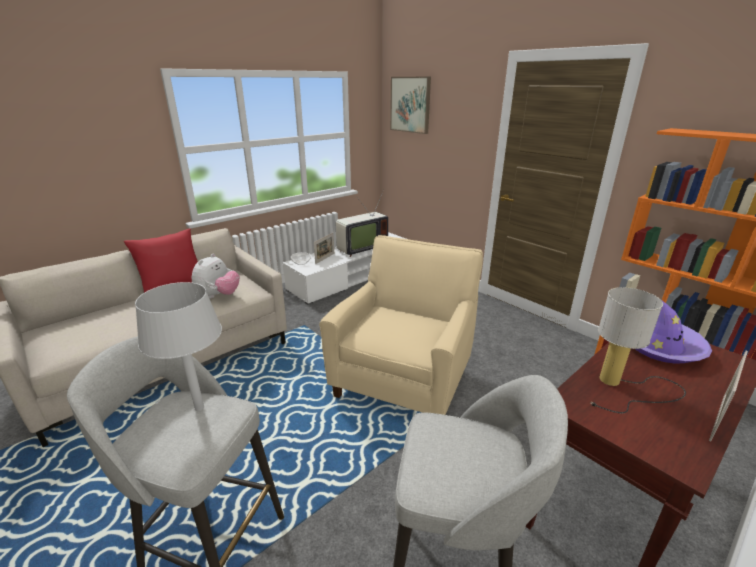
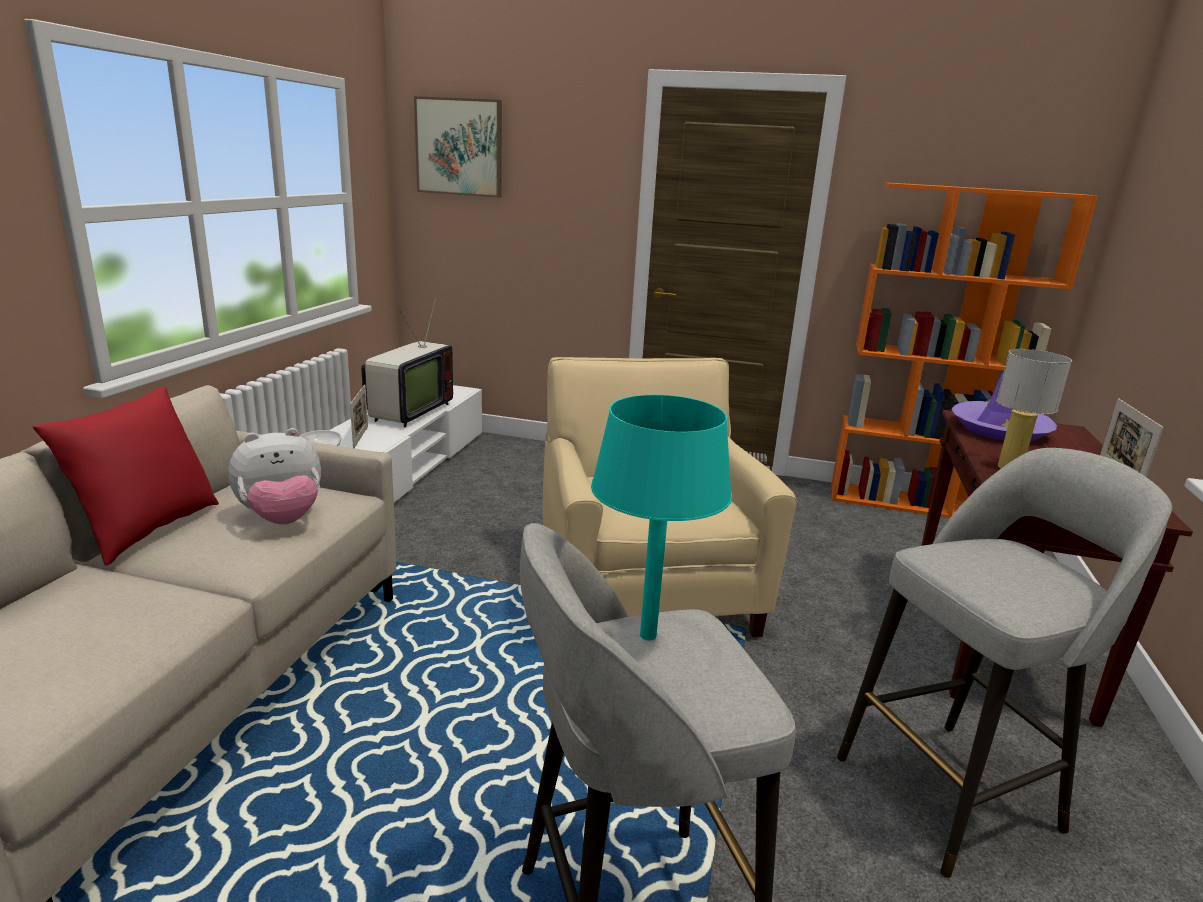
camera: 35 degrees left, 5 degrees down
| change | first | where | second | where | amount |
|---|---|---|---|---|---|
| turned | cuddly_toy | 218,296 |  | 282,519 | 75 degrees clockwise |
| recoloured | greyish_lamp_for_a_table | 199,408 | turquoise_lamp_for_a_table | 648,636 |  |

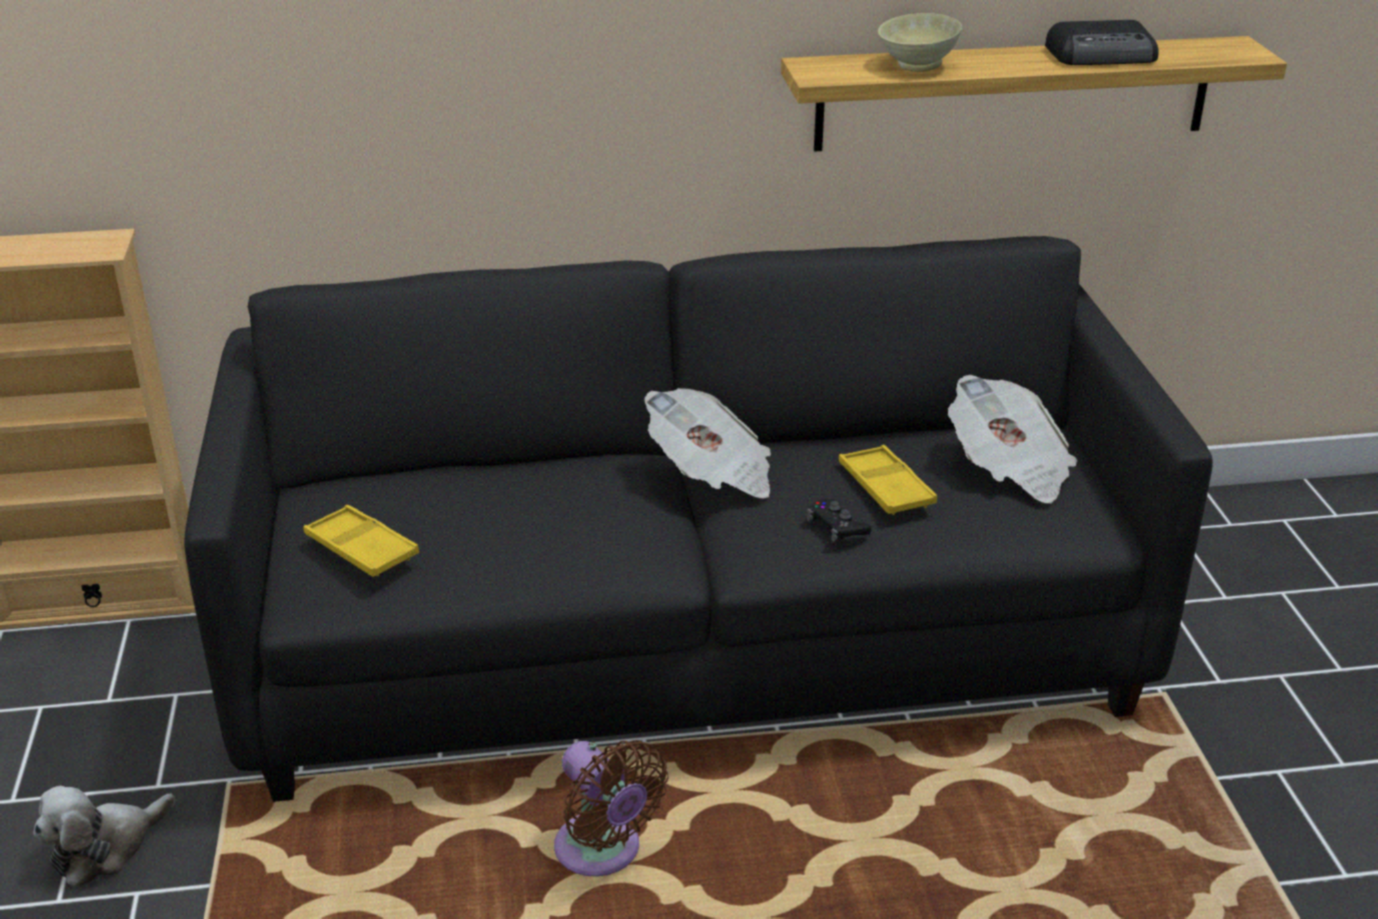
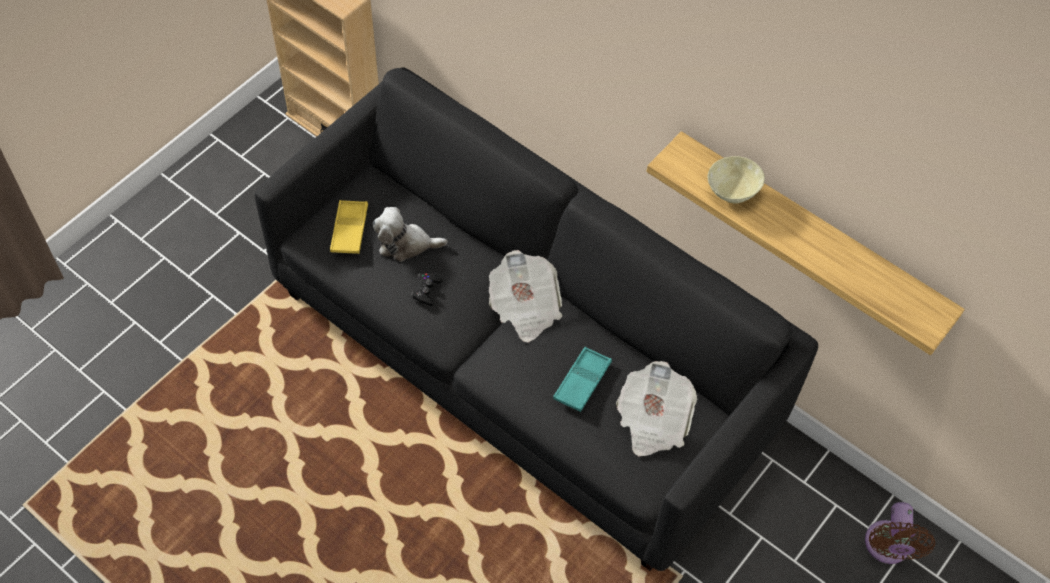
camera: 45 degrees right, 25 degrees up
| change | first | where | second | where | amount |
|---|---|---|---|---|---|
| removed | radio | 1103,55 |  |  |  |
| recoloured | yellowish_serving_tray | 885,487 | turquoise_serving_tray | 582,382 |  |
| moved | black_game_controller | 837,526 |  | 426,291 |  |
| moved | brown-coloured_fan | 602,853 |  | 887,547 |  |
| moved | cuddly_toy | 105,848 |  | 406,244 |  |

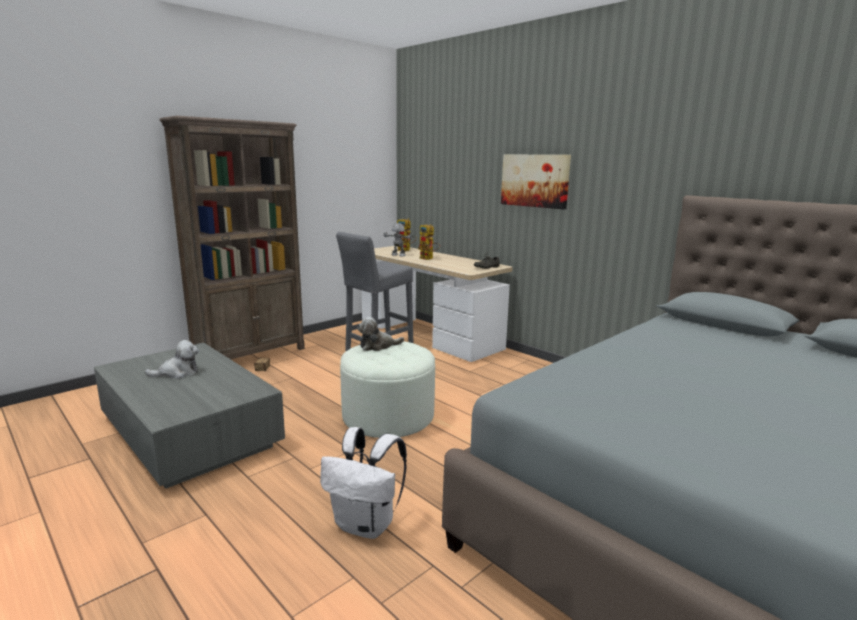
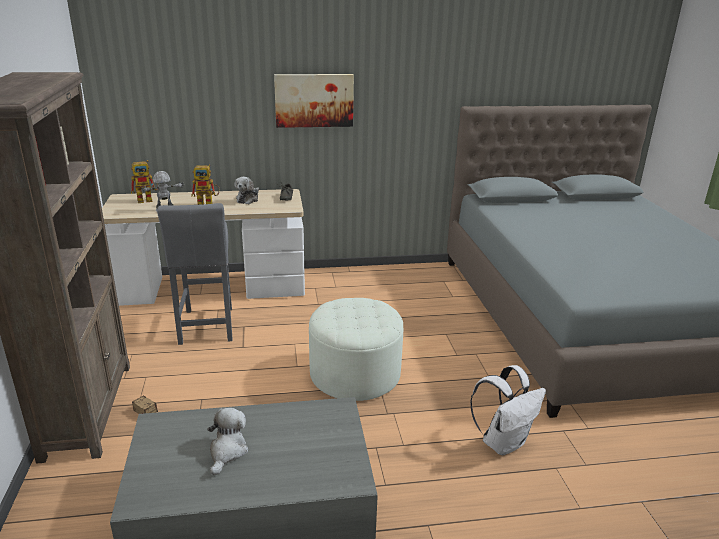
camera: 55 degrees left, 10 degrees up
| change | first | where | second | where | amount |
|---|---|---|---|---|---|
| moved | cuddly_toy | 378,346 |  | 248,199 |  |

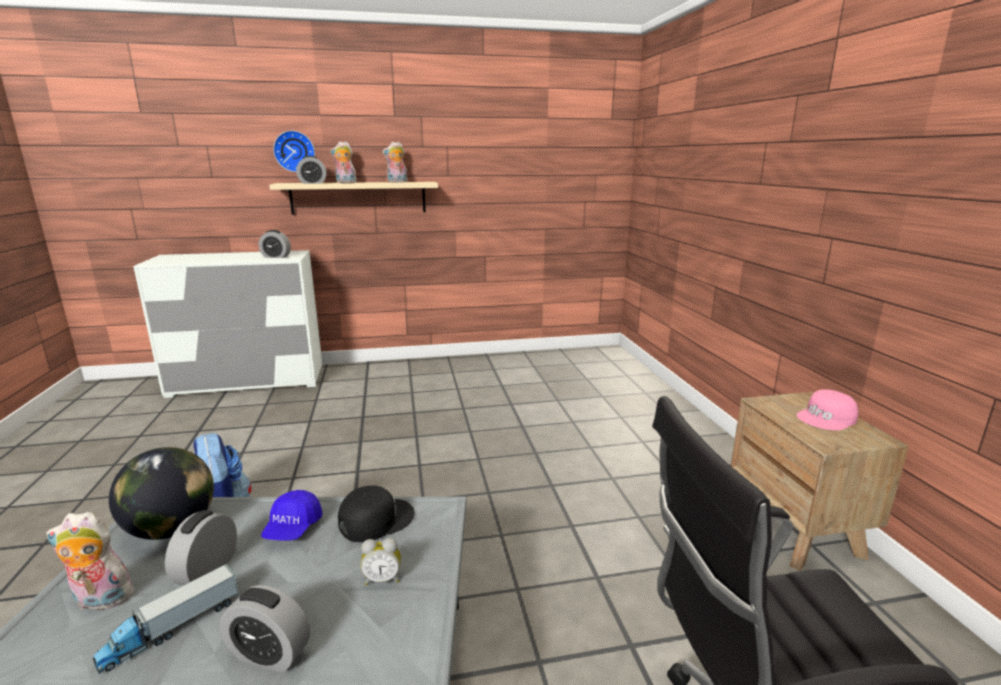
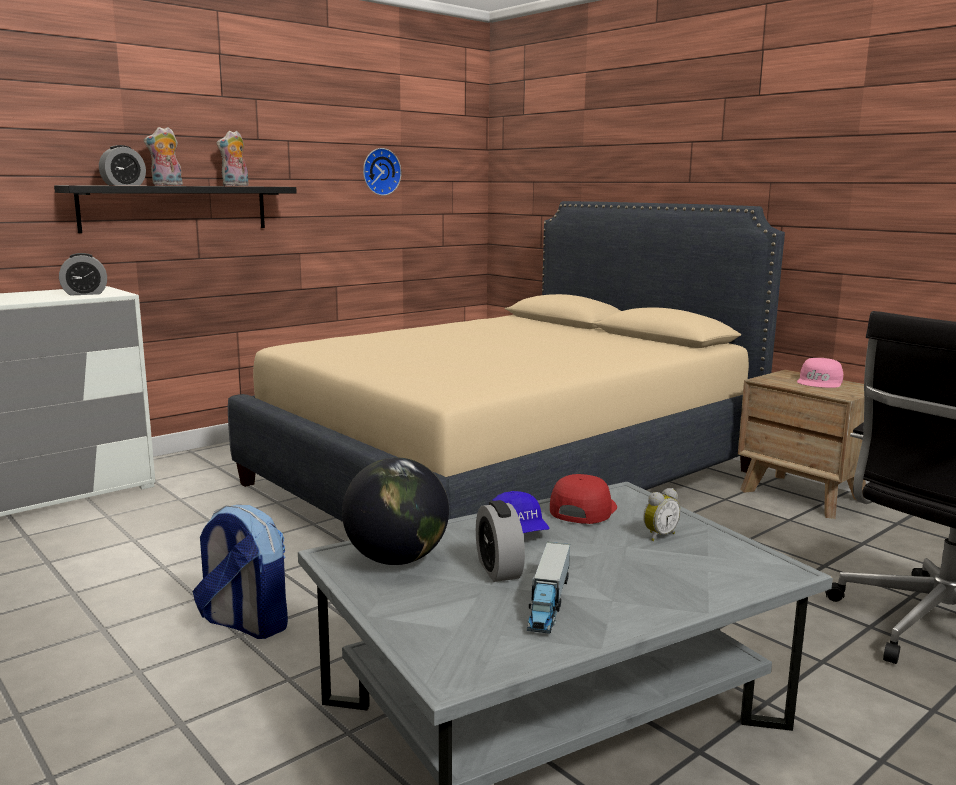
camera: 30 degrees left, 5 degrees down
| change | first | where | second | where | amount |
|---|---|---|---|---|---|
| moved | clock_on_the_wall | 294,151 |  | 380,171 |  |
| recoloured | beige_bracket_shelf | 358,198 | black_bracket_shelf | 176,208 |  |
| recoloured | black_peaked_cap | 375,519 | reddish_peaked_cap | 582,509 |  |
| removed | cuddly_toy | 100,601 |  |  |  |
| removed | table_clock | 269,654 |  |  |  |
| added |  |  | beige_bedroom_bed | 507,477 |  |

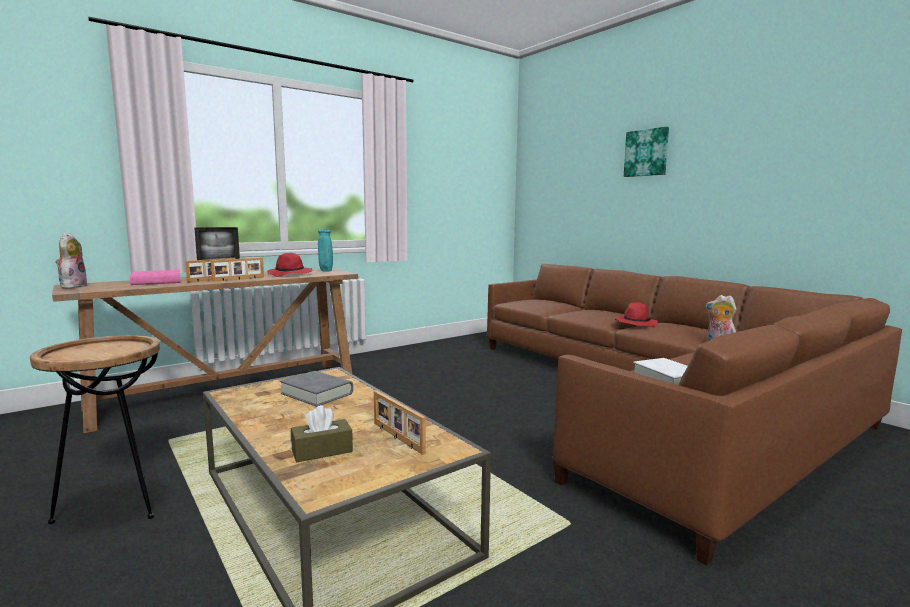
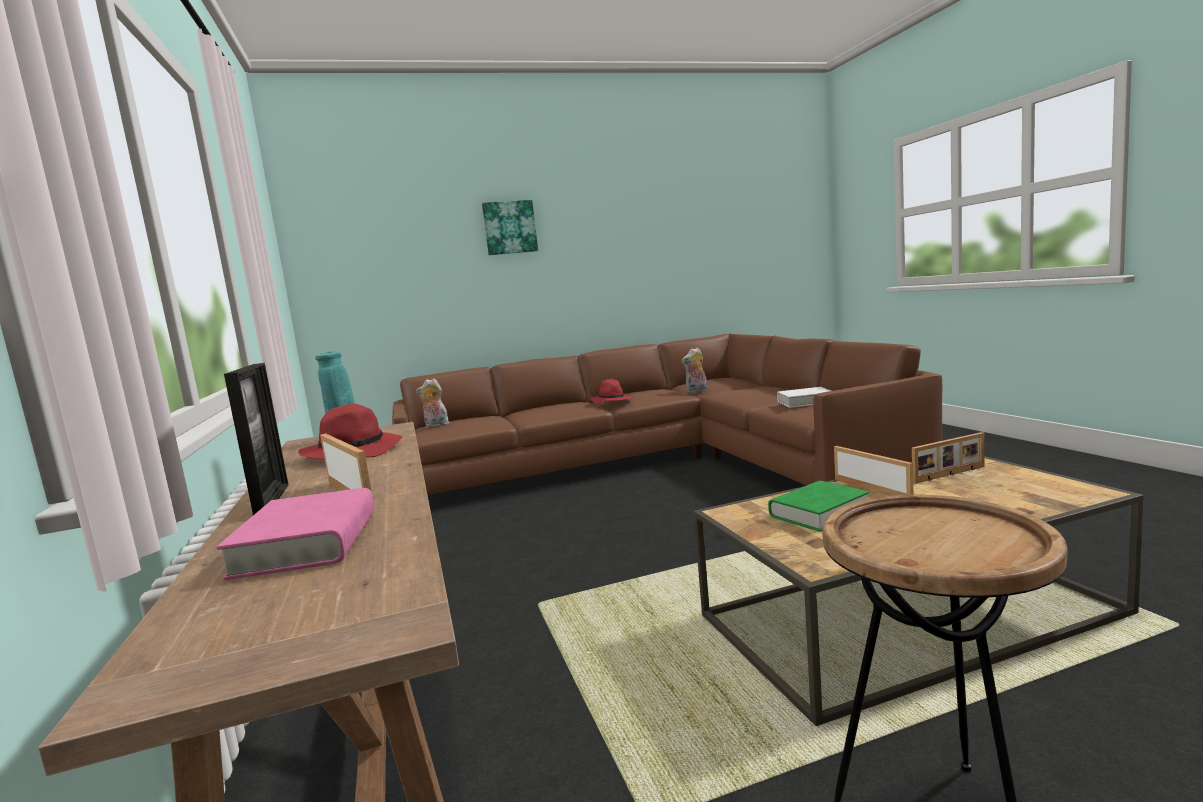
camera: 70 degrees left, 0 degrees up
| change | first | where | second | where | amount |
|---|---|---|---|---|---|
| moved | cuddly_toy | 73,286 |  | 435,425 |  |
| moved | picture_frame | 239,279 |  | 873,489 |  |
| recoloured | greyish_volume | 317,393 | greenish_volume | 819,513 |  |
| removed | brown-coloured_tissue_box | 322,451 |  |  |  |

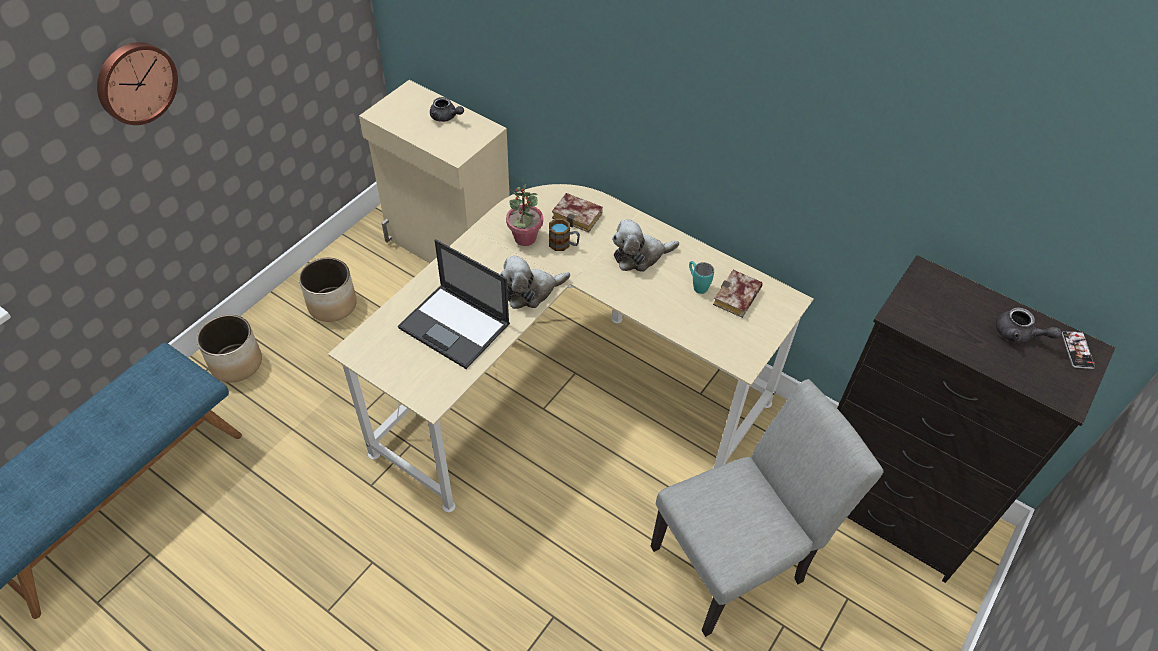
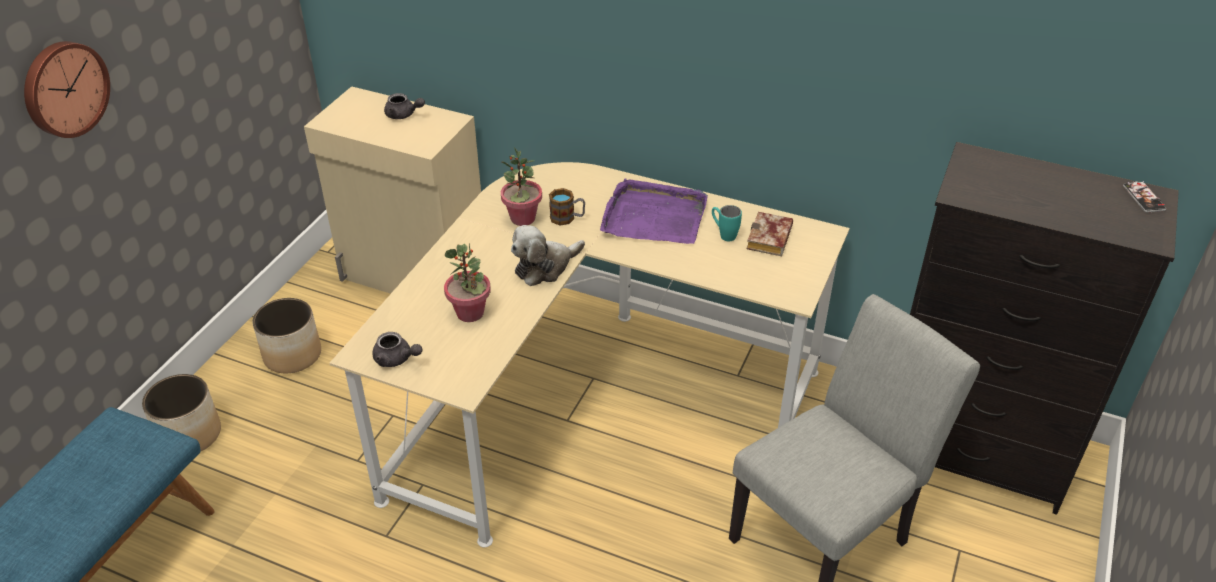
camera: 10 degrees left, 10 degrees down
| change | first | where | second | where | amount |
|---|---|---|---|---|---|
| removed | volume | 579,216 |  |  |  |
| replaced | cuddly_toy | 640,256 | purplish_serving_tray | 654,216 |  |
| replaced | laptop | 455,326 | plant_in_a_pot | 470,313 |  |
| moved | greyish_tea_pot | 1018,335 |  | 396,359 |  |

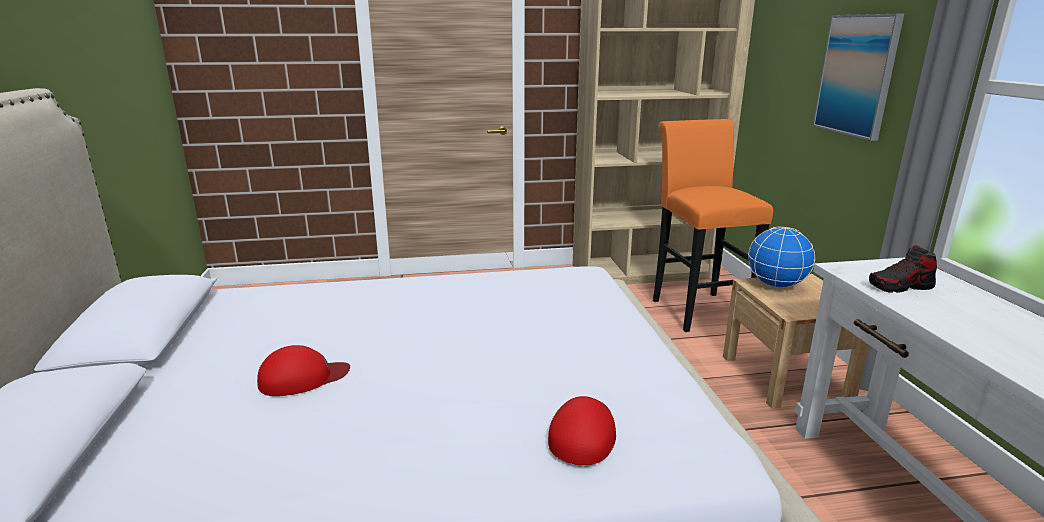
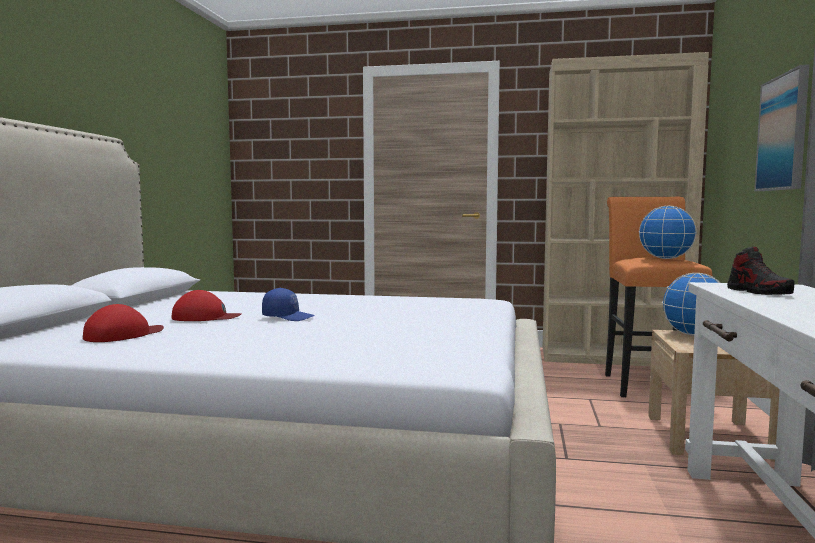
camera: 20 degrees right, 15 degrees down
| change | first | where | second | where | amount |
|---|---|---|---|---|---|
| turned | item_of_footwear | 900,287 |  | 759,292 | 120 degrees counterclockwise |
| moved | reddish_peaked_cap | 584,433 |  | 123,335 |  |
| added |  |  | desk_globe | 665,258 |  |
| added |  |  | blue_peaked_cap | 288,317 |  |

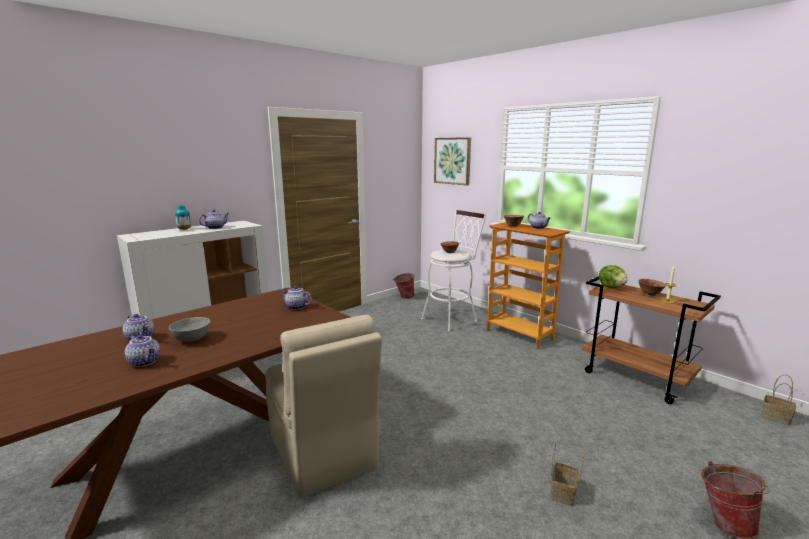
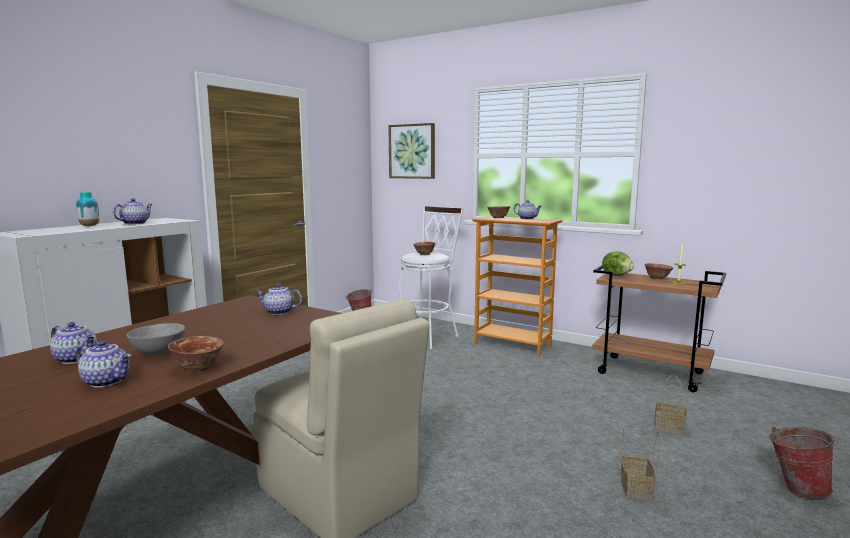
camera: 15 degrees left, 5 degrees down
| change | first | where | second | where | amount |
|---|---|---|---|---|---|
| moved | basket | 774,417 |  | 668,428 |  |
| added |  |  | deep_dish | 198,368 |  |

